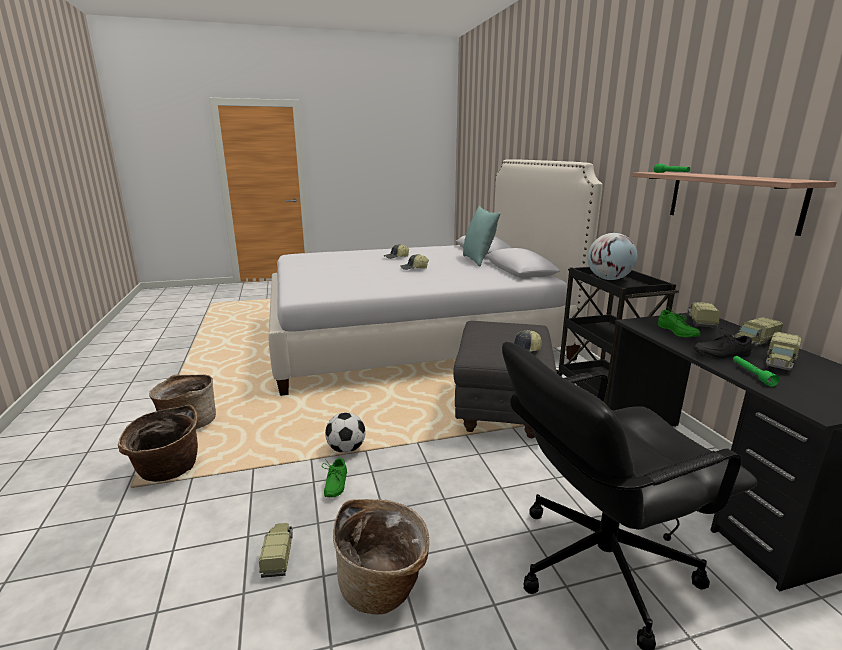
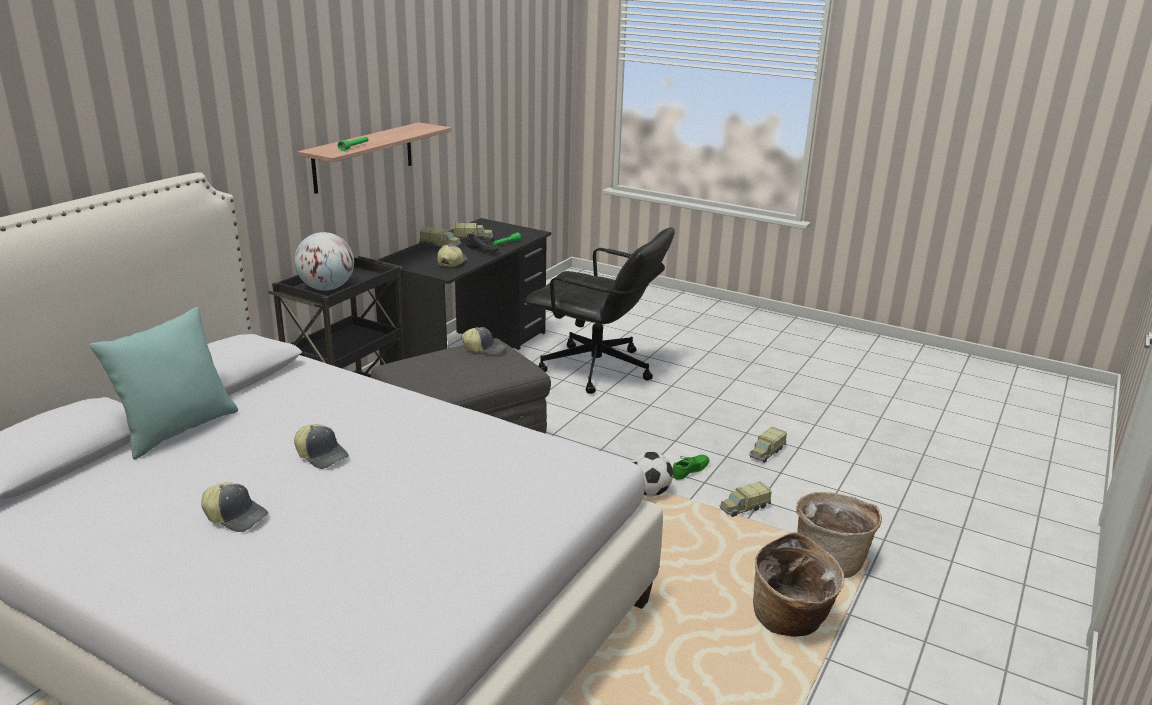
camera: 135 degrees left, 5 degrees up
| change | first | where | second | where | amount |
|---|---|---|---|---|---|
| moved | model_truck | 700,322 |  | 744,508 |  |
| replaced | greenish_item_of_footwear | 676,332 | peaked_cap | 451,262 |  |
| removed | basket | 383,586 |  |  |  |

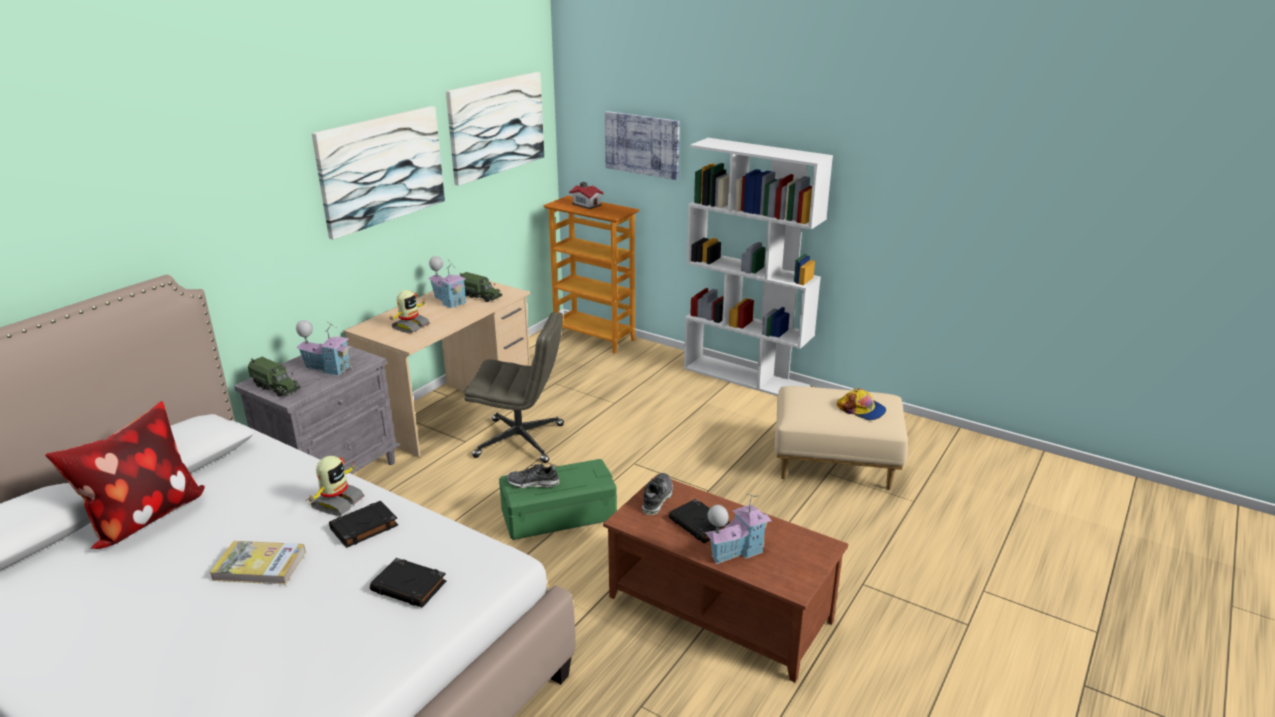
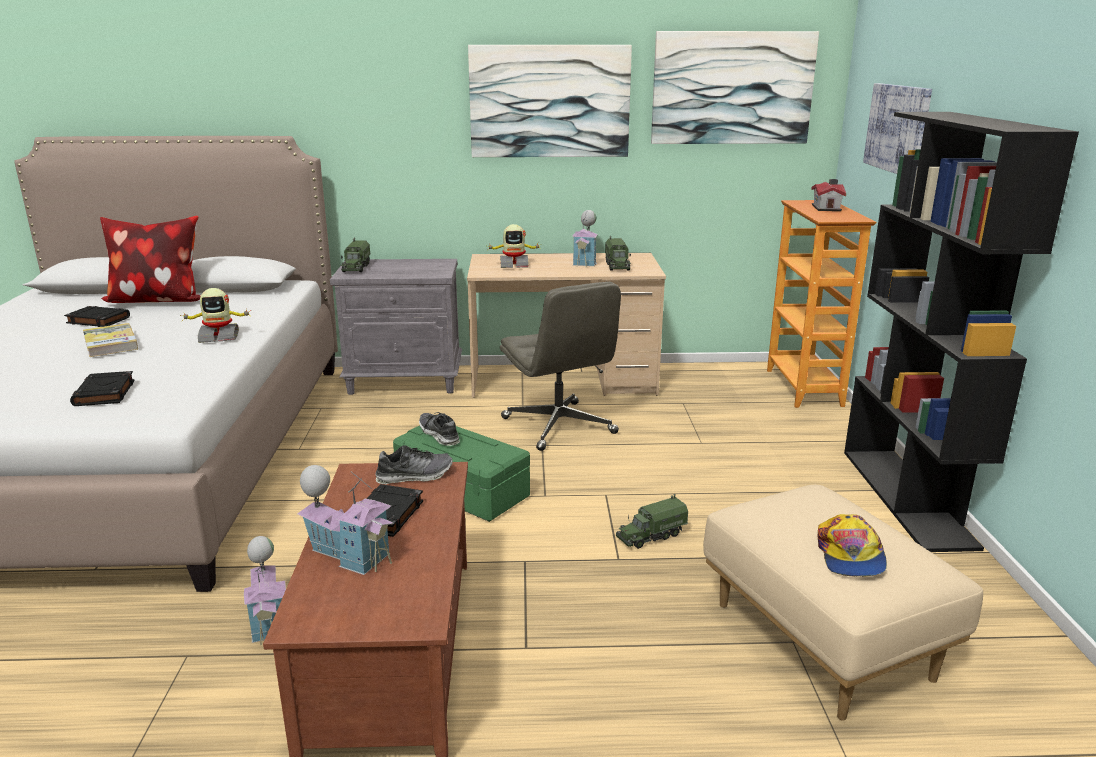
camera: 55 degrees right, 5 degrees down
| change | first | where | second | where | amount |
|---|---|---|---|---|---|
| recoloured | white_bookcase | 746,377 | black_bookcase | 907,497 |  |
| moved | toy_house | 328,368 |  | 270,620 |  |
| moved | black_volume | 363,528 |  | 97,320 |  |
| added |  |  | model_truck | 651,536 |  |

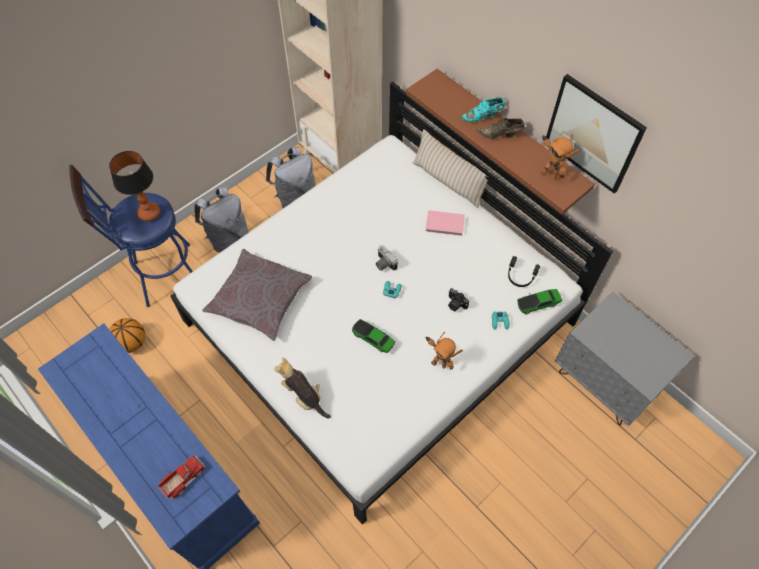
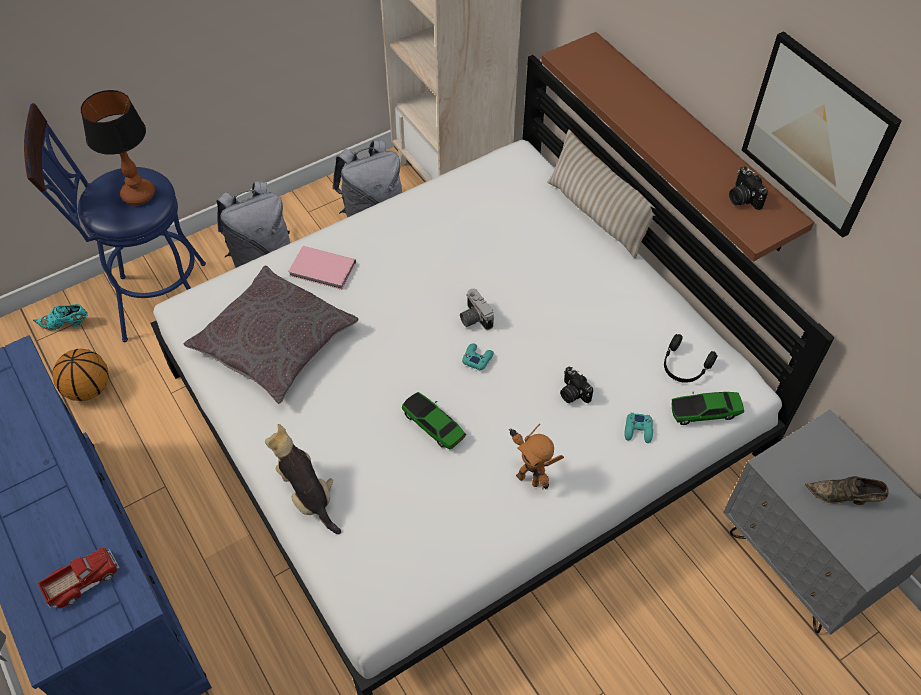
camera: 10 degrees right, 5 degrees down
| change | first | where | second | where | amount |
|---|---|---|---|---|---|
| moved | turquoise_item_of_footwear | 483,117 |  | 66,324 |  |
| moved | brown-coloured_item_of_footwear | 500,135 |  | 844,498 |  |
| replaced | model_robot | 549,174 | photo_camera | 742,198 |  |
| moved | pinkish_volume | 445,224 |  | 322,270 |  |

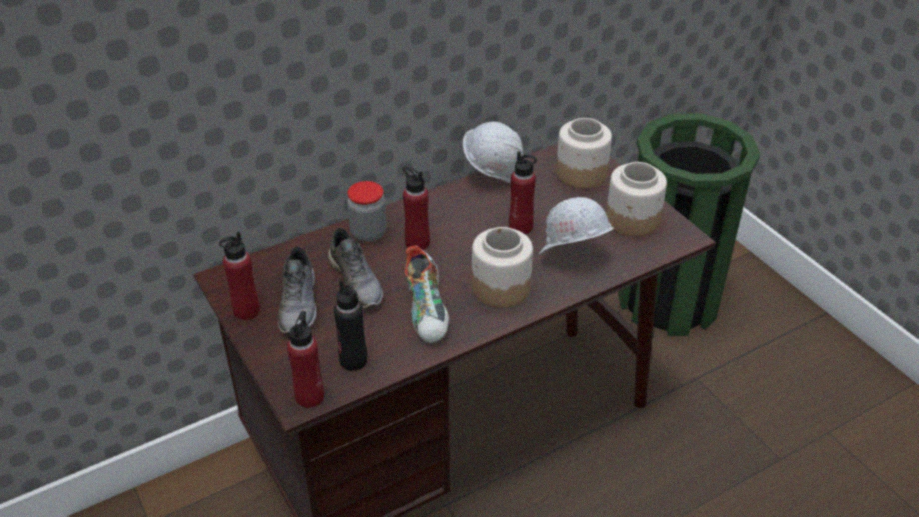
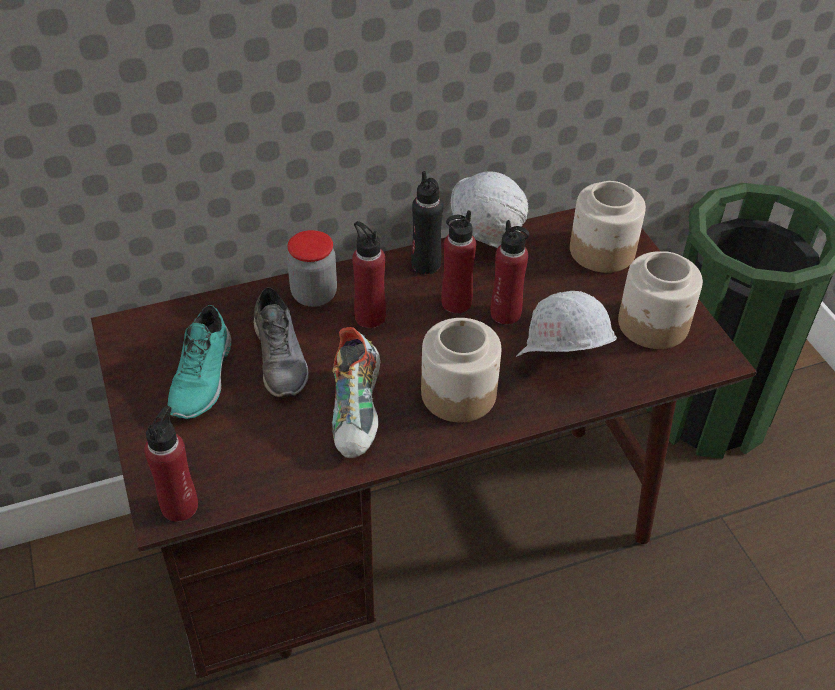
camera: 10 degrees right, 5 degrees up
| change | first | where | second | where | amount |
|---|---|---|---|---|---|
| moved | reddish_bottle | 246,311 |  | 456,303 |  |
| recoloured | greyish_item_of_footwear | 299,305 | turquoise_item_of_footwear | 204,378 |  |
| moved | black_bottle | 353,360 |  | 426,264 |  |

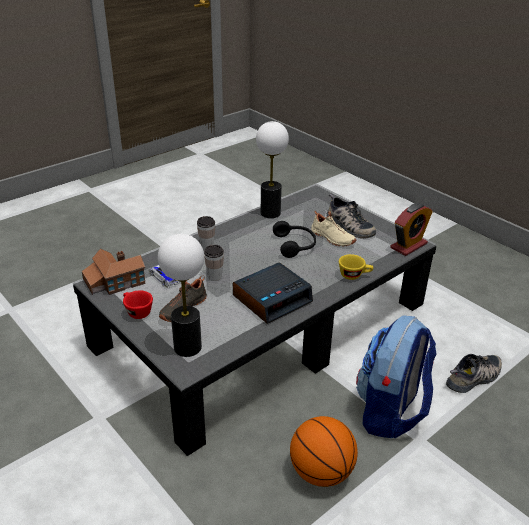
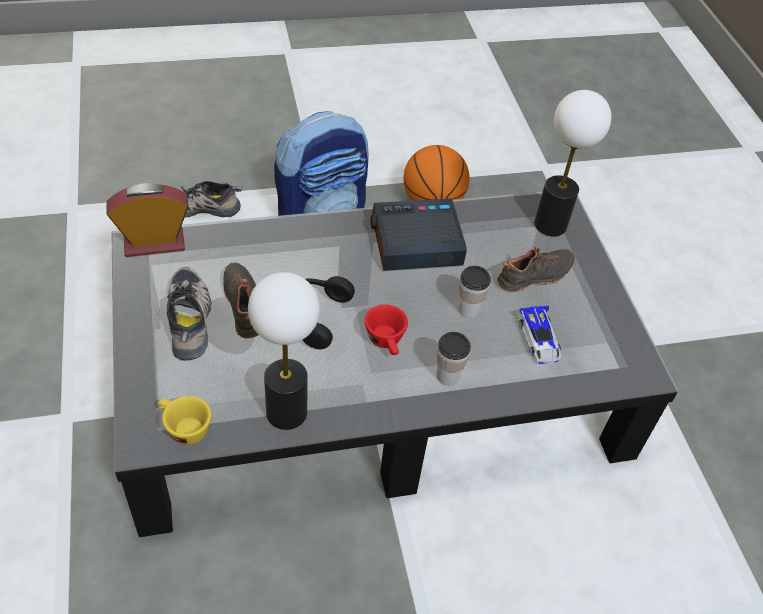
camera: 155 degrees left, 15 degrees up
| change | first | where | second | where | amount |
|---|---|---|---|---|---|
| recoloured | beige_item_of_footwear | 331,238 | black_item_of_footwear | 244,305 |  |
| removed | toy_house | 114,282 |  |  |  |
| moved | yellowish_drinking_cup | 354,275 |  | 183,428 |  |
| moved | reddish_drinking_cup | 136,312 |  | 387,342 |  |

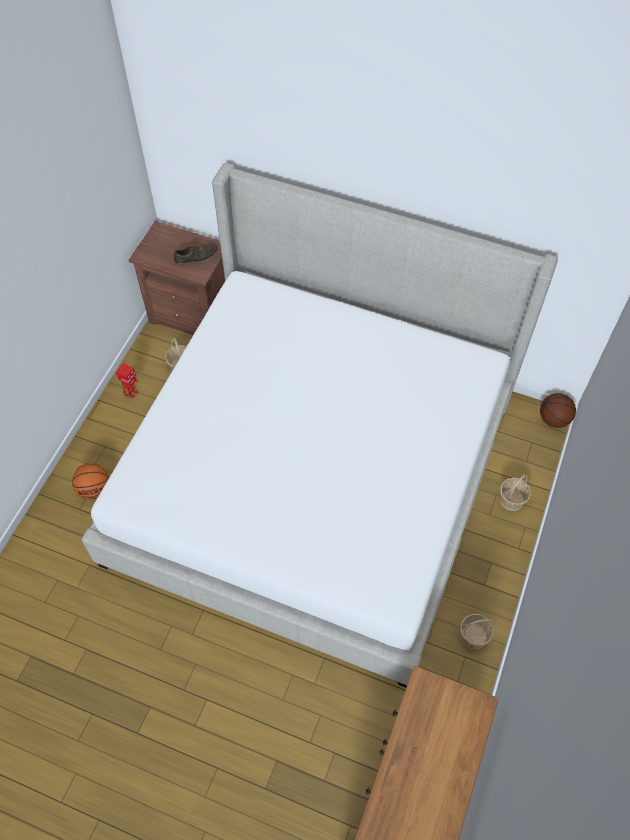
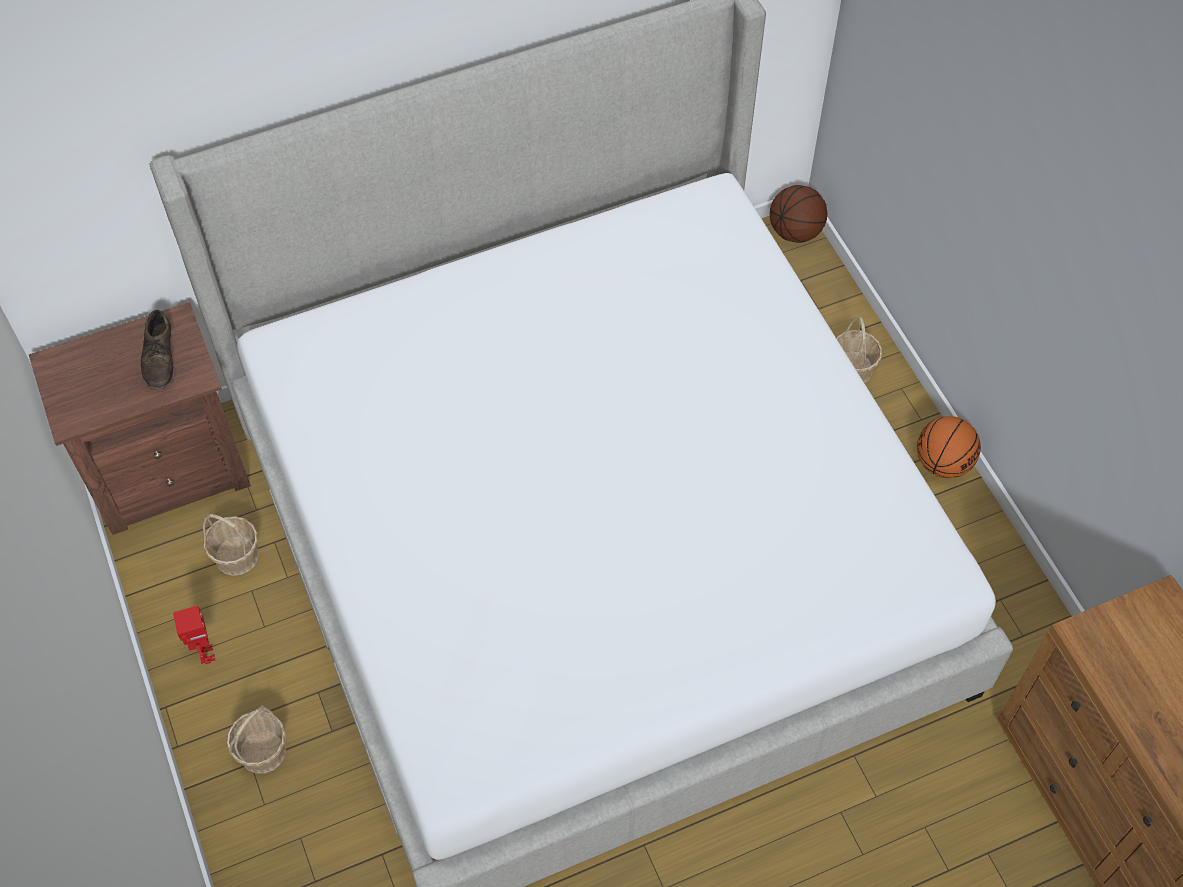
camera: 45 degrees left, 0 degrees up
| change | first | where | second | where | amount |
|---|---|---|---|---|---|
| turned | brown-coloured_item_of_footwear | 196,256 |  | 160,357 | 150 degrees clockwise |
| moved | basketball | 94,489 |  | 942,463 |  |
| moved | basket | 473,636 |  | 263,751 |  |

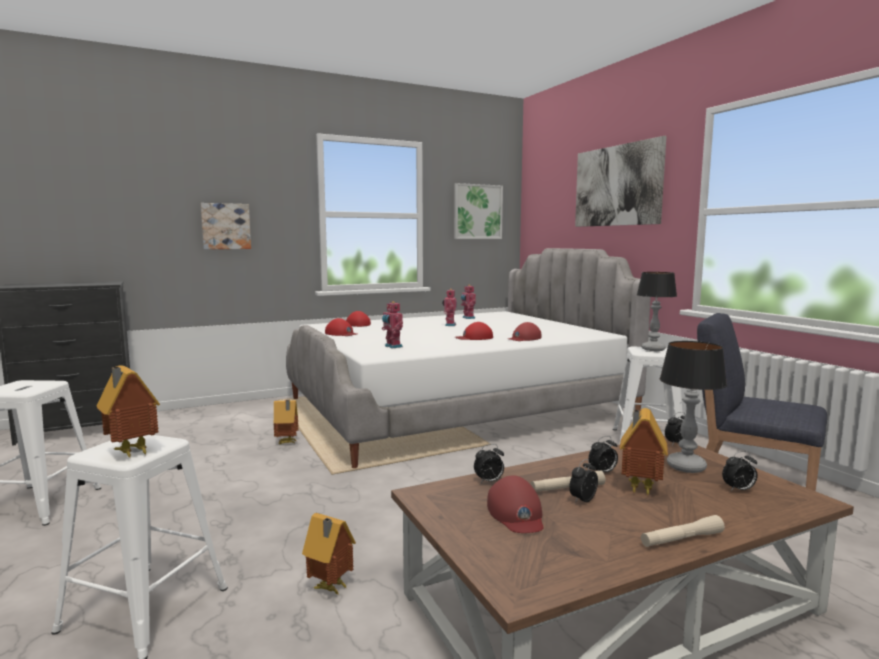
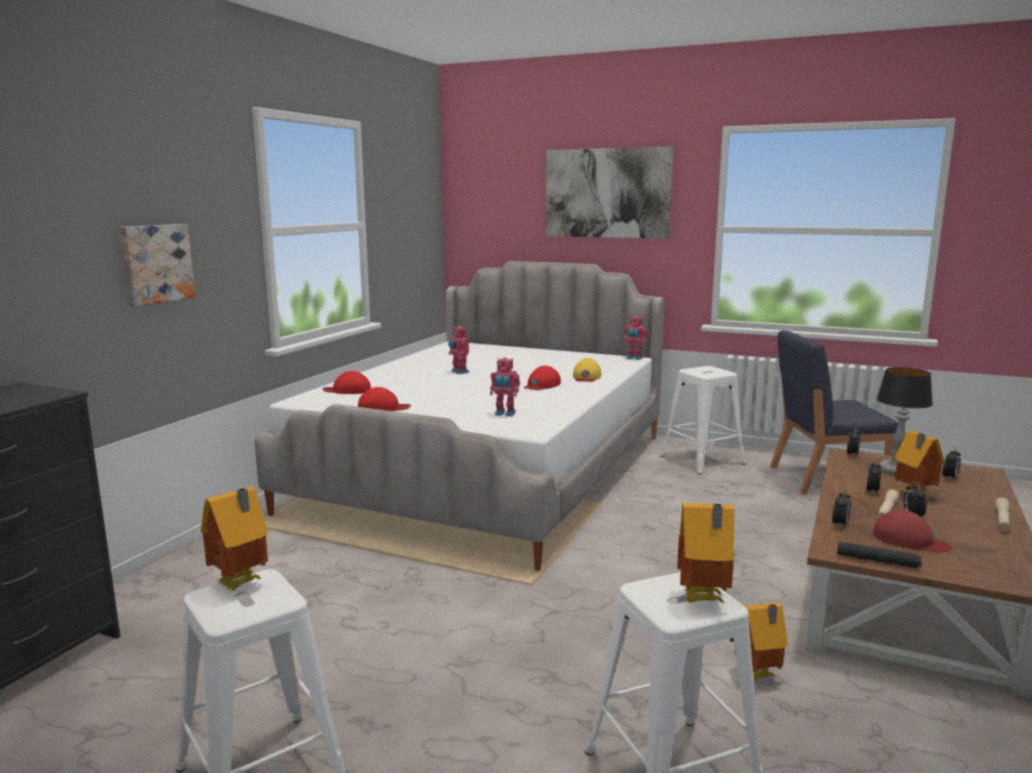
camera: 40 degrees left, 5 degrees up
| change | first | where | second | where | amount |
|---|---|---|---|---|---|
| removed | picture | 477,212 |  |  |  |
| removed | lamp_for_a_table | 653,349 |  |  |  |
| moved | model_robot | 468,318 |  | 634,358 |  |
| recoloured | reddish_peaked_cap | 524,338 | yellowish_peaked_cap | 586,377 |  |
| moved | toy_house | 287,443 |  | 241,584 |  |
| added |  |  | black_torch | 877,561 |  |

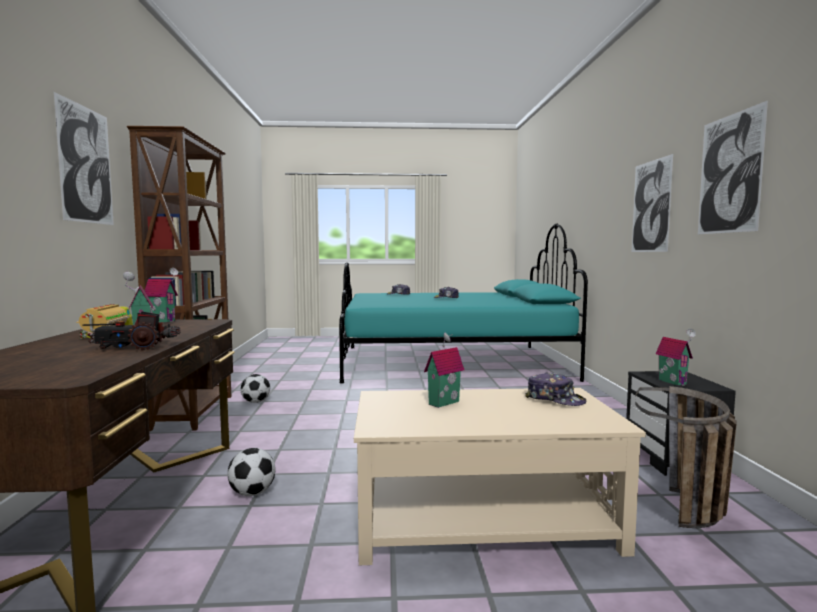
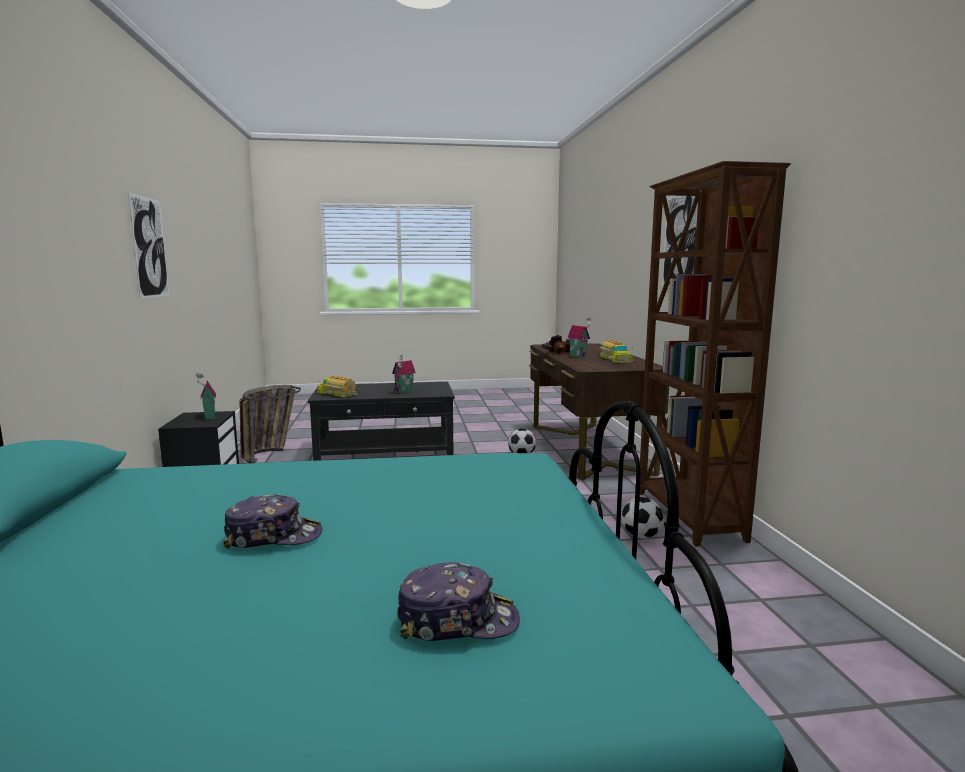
camera: 175 degrees right, 5 degrees up
| change | first | where | second | where | amount |
|---|---|---|---|---|---|
| removed | picture | 651,206 |  |  |  |
| removed | toy_house | 163,321 |  |  |  |
| replaced | peaked_cap | 555,399 | model_truck | 338,394 |  |
| recoloured | beige_low_table | 481,519 | black_low_table | 386,450 |  |

